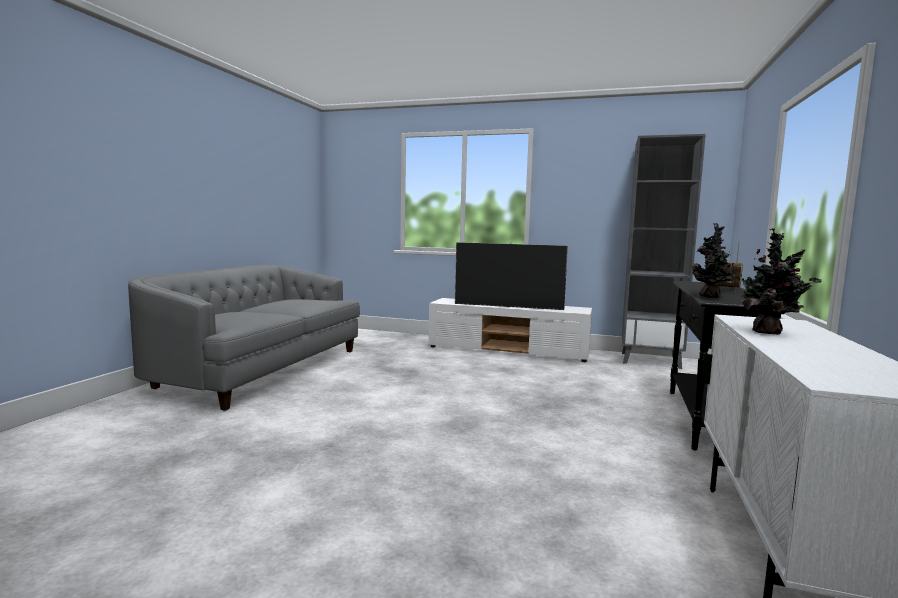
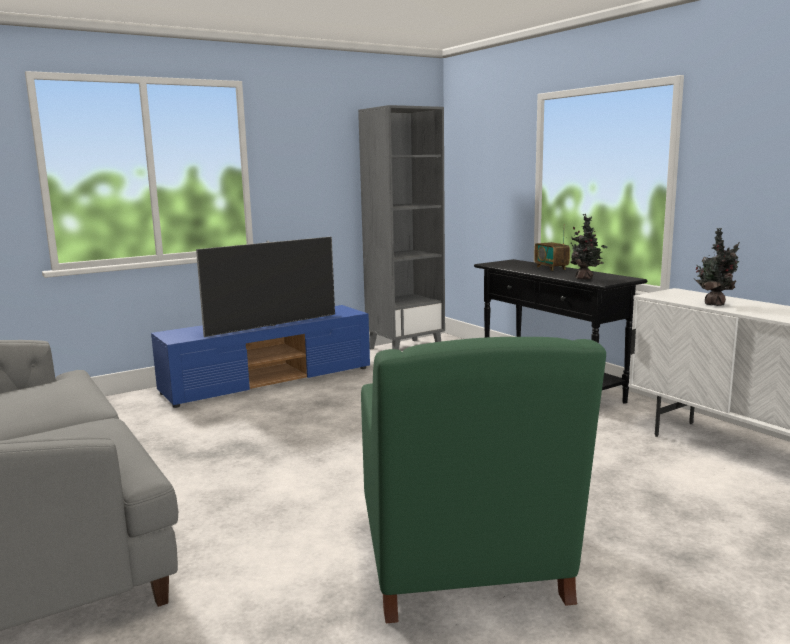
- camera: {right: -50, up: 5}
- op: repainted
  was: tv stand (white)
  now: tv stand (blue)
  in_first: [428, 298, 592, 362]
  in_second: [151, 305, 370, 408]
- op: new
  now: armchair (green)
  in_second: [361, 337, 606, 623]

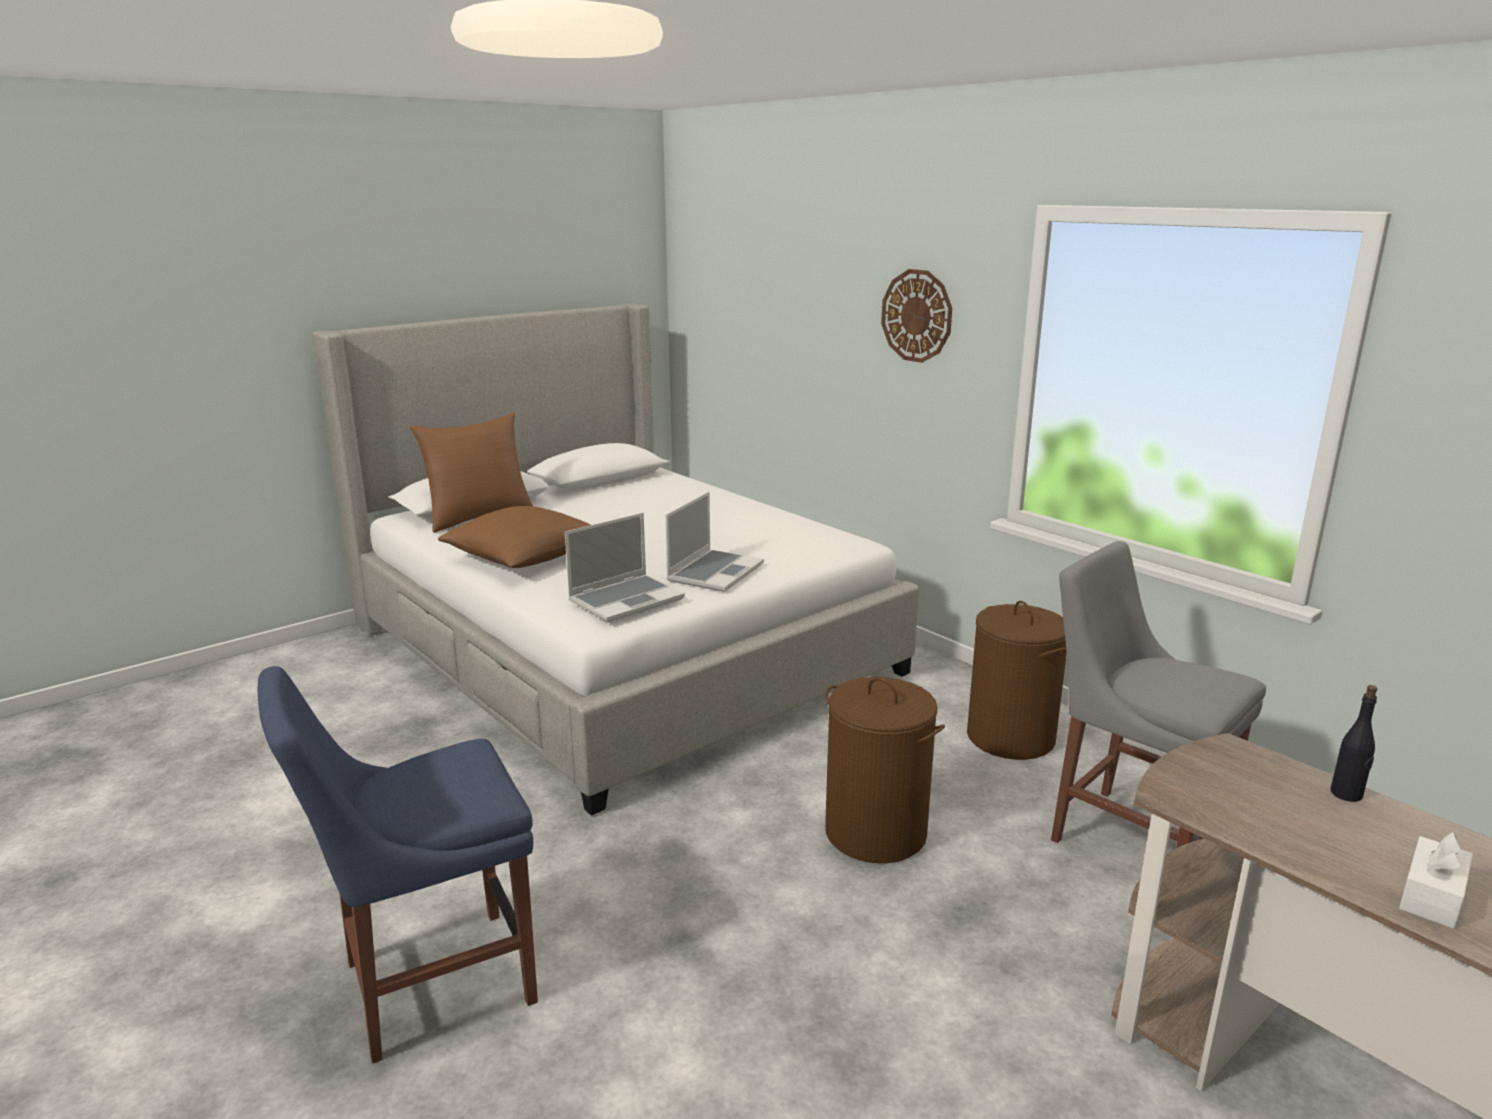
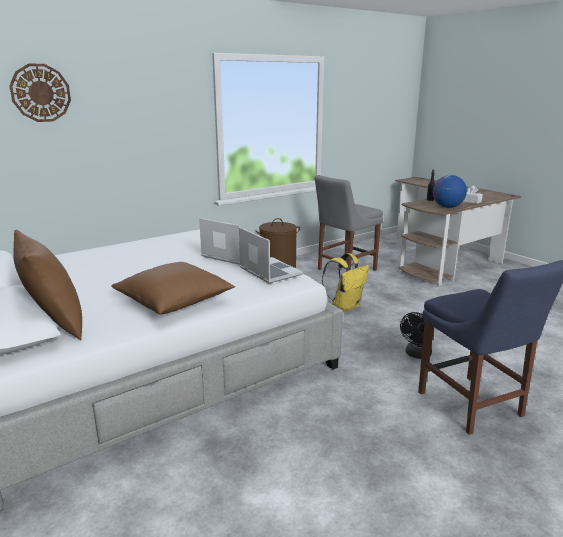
- camera: {right: -85, up: 0}
- op: swapped
  was: laundry basket (brown)
  now: backpack (yellow)
  in_first: [825, 677, 945, 863]
  in_second: [322, 253, 369, 312]
- op: shifted
  was: wall clock
  in_first: [881, 269, 952, 363]
  in_second: [9, 64, 71, 122]
- op: new
  now: fan (black)
  in_second: [400, 312, 434, 359]
- op: new
  now: globe
  in_second: [433, 175, 467, 208]

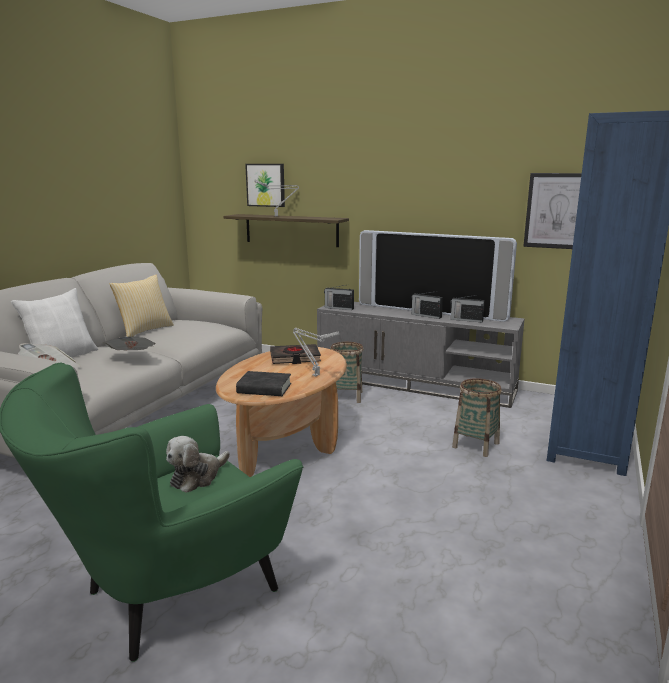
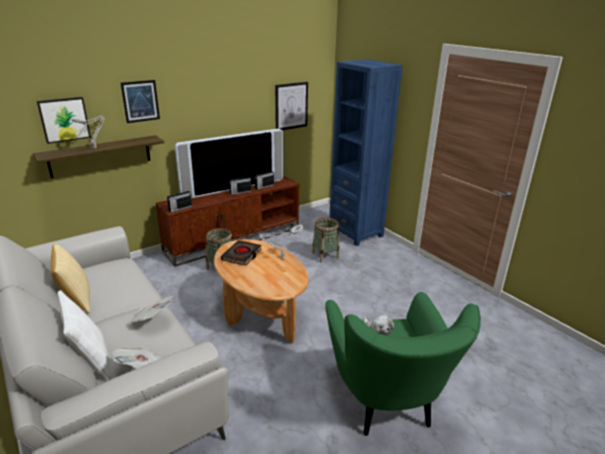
- camera: {right: -60, up: 10}
- op: gone
  was: book (black)
  in_first: [236, 371, 291, 396]
- op: repainted
  was: tv stand (grey)
  now: tv stand (brown)
  in_first: [317, 302, 524, 408]
  in_second: [155, 175, 299, 267]
- op: new
  now: picture
  in_second: [121, 80, 160, 123]

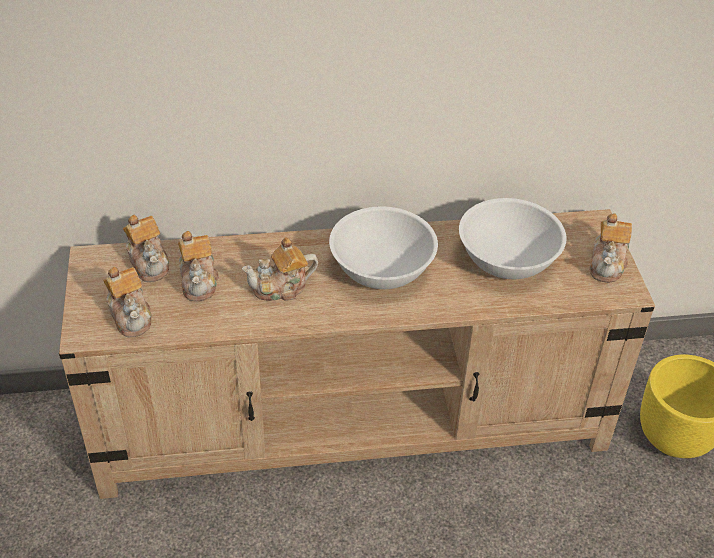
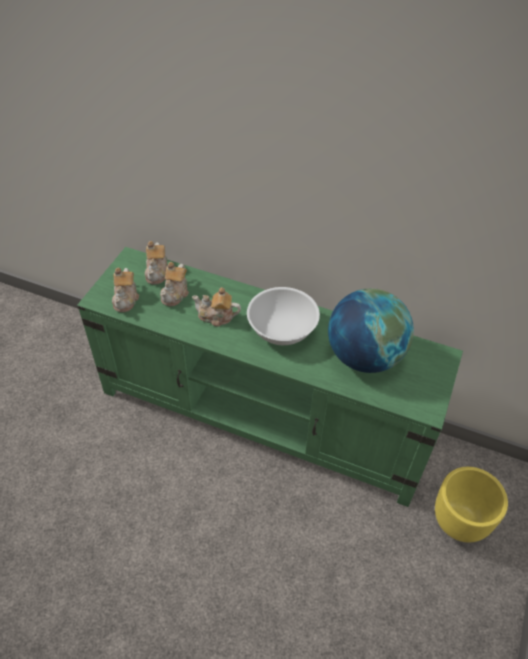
- camera: {right: 30, up: 5}
- op: repainted
  was: tv stand (beige)
  now: tv stand (green)
  in_first: [59, 209, 655, 499]
  in_second: [77, 247, 463, 507]
- op: swapped
  was: bowl (white)
  now: globe
  in_first: [459, 198, 567, 279]
  in_second: [328, 288, 414, 373]
- op: gone
  was: teapot
  in_first: [589, 213, 632, 283]

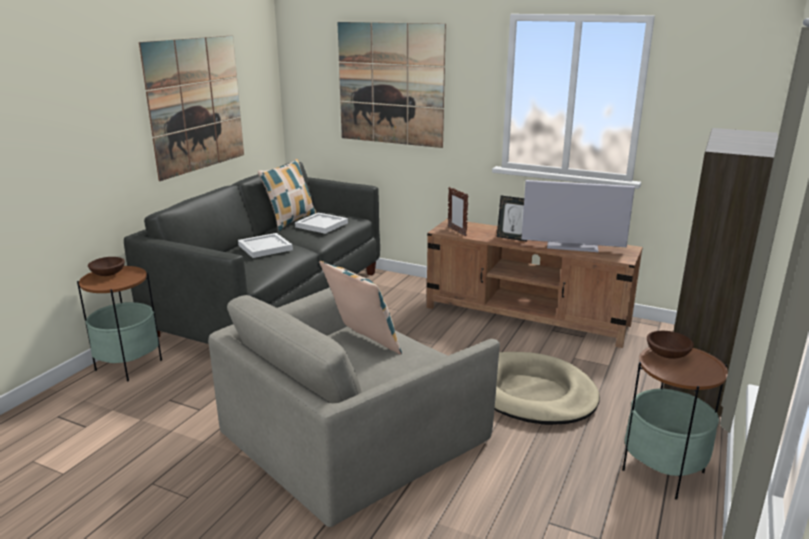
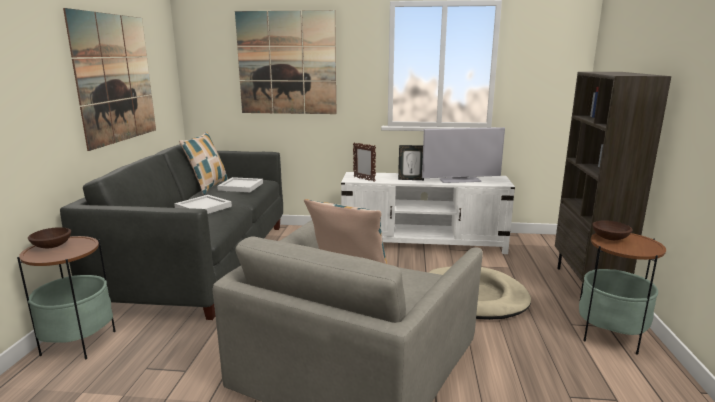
- camera: {right: -20, up: -5}
- op: repainted
  was: tv stand (brown)
  now: tv stand (white)
  in_first: [427, 219, 643, 348]
  in_second: [341, 172, 515, 254]

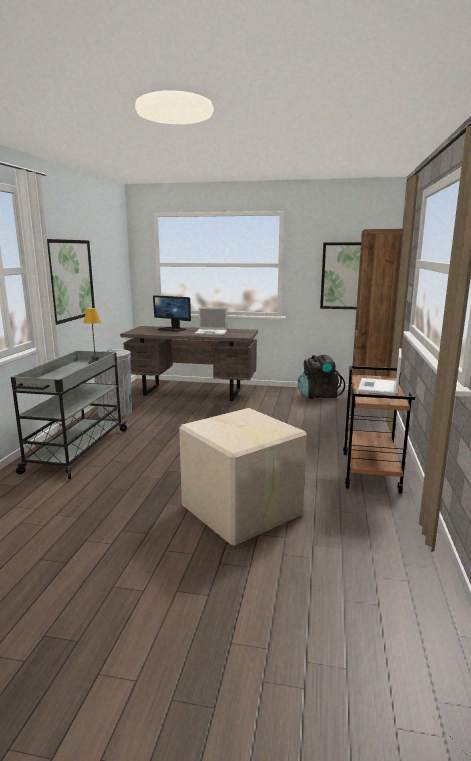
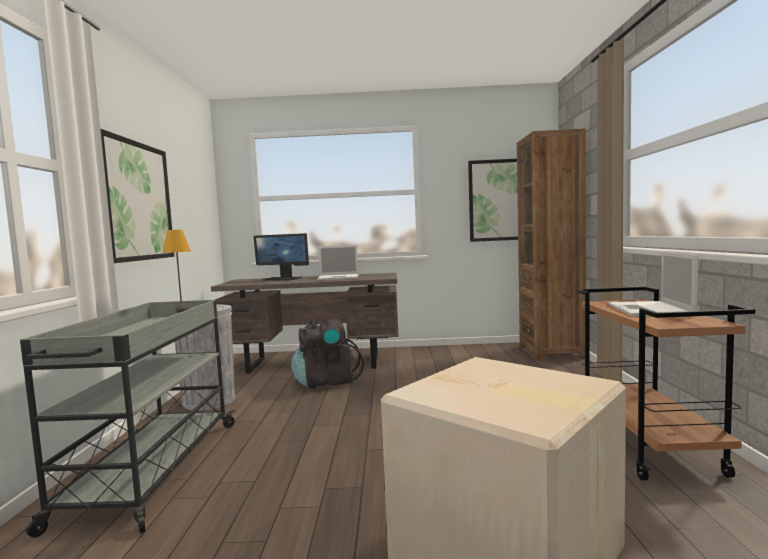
- camera: {right: -10, up: -10}
- op: shifted
  was: backpack (black)
  in_first: [298, 355, 345, 399]
  in_second: [291, 318, 364, 389]

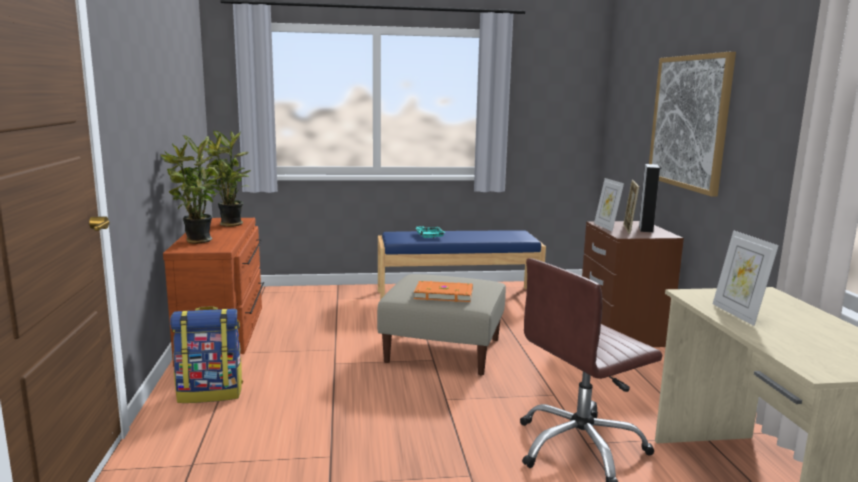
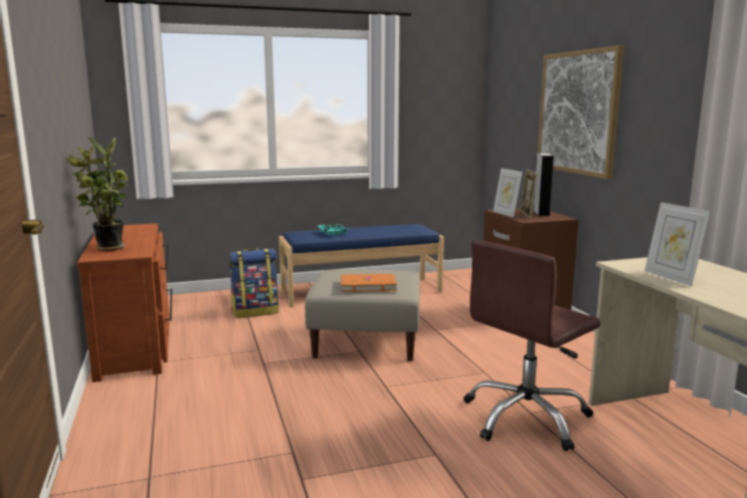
- camera: {right: -10, up: 0}
- op: shifted
  was: backpack
  in_first: [170, 306, 243, 403]
  in_second: [229, 248, 279, 318]
- op: gone
  was: potted plant
  in_first: [197, 130, 251, 227]

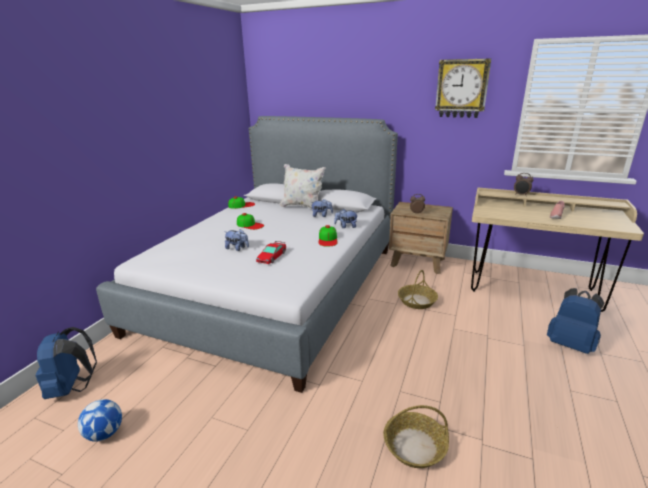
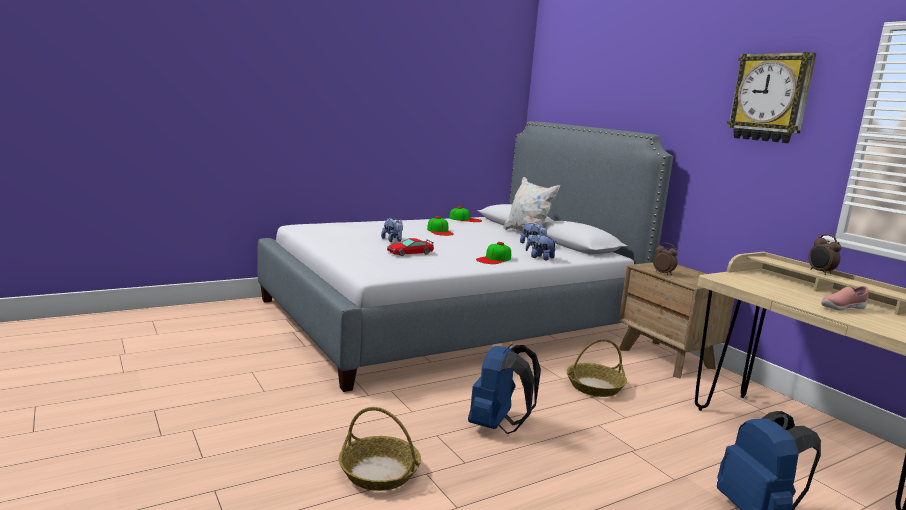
- camera: {right: 35, up: -10}
- op: shifted
  was: backpack (blue)
  in_first: [36, 327, 97, 399]
  in_second: [468, 343, 541, 434]
- op: gone
  was: football
  in_first: [78, 399, 122, 442]

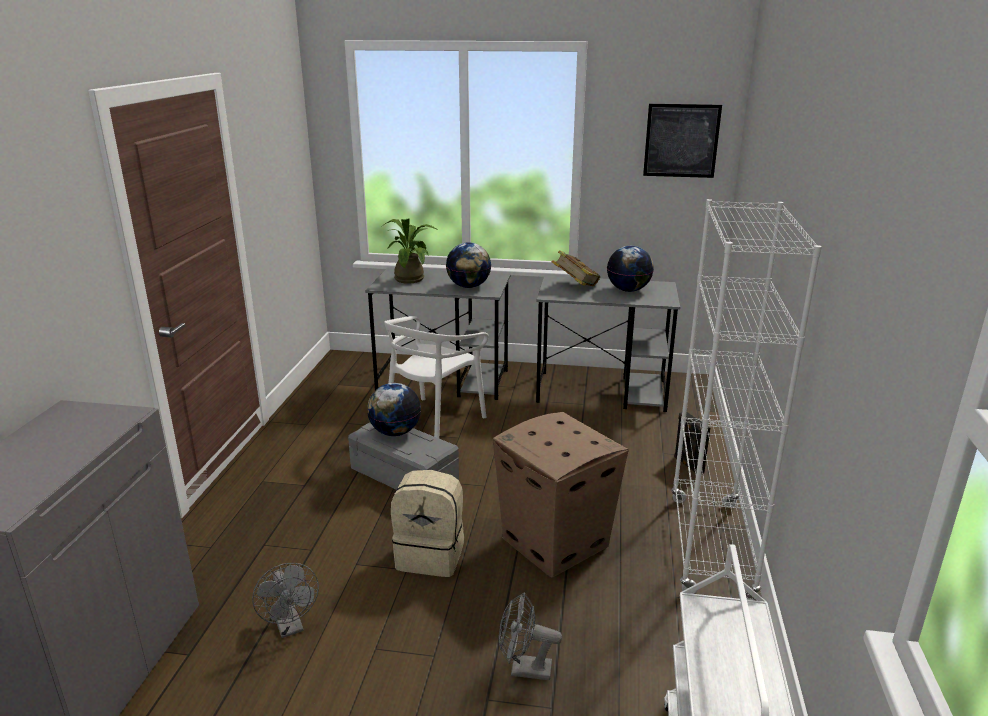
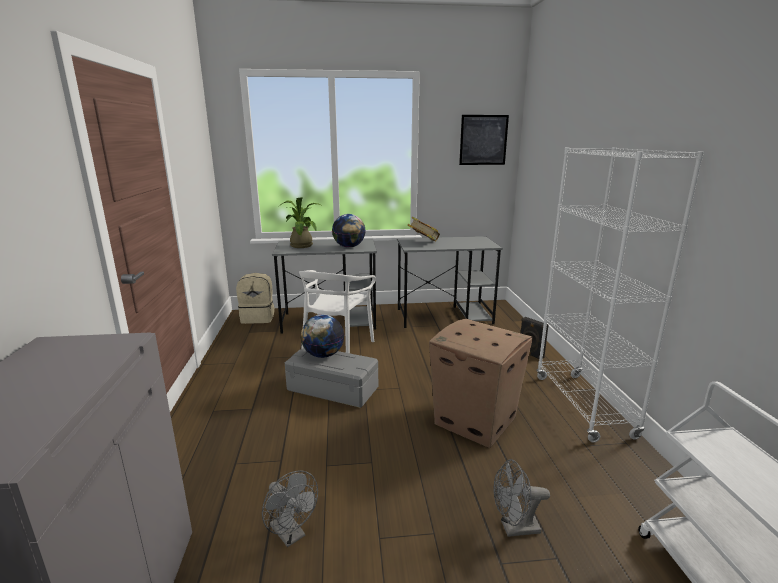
- camera: {right: -15, up: -5}
- op: shifted
  was: backpack (beige)
  in_first: [391, 470, 464, 577]
  in_second: [236, 273, 275, 324]
- op: gone
  was: globe
  in_first: [607, 246, 654, 292]

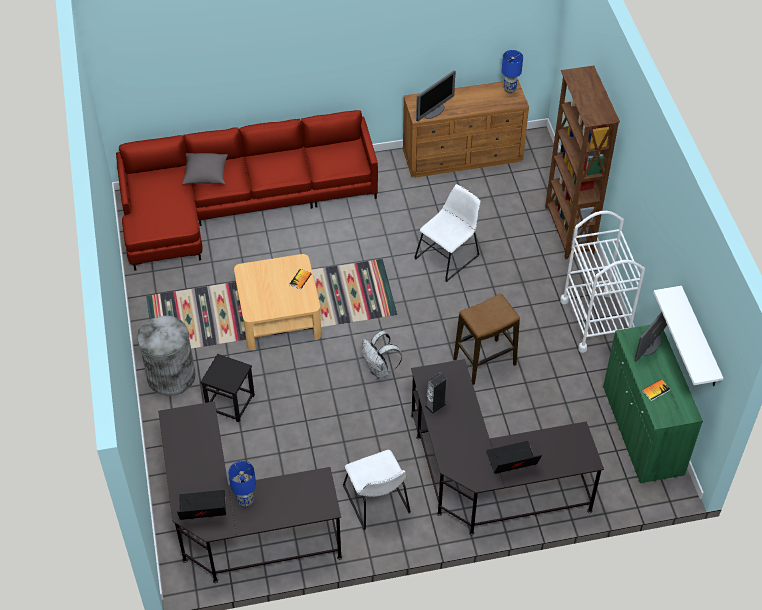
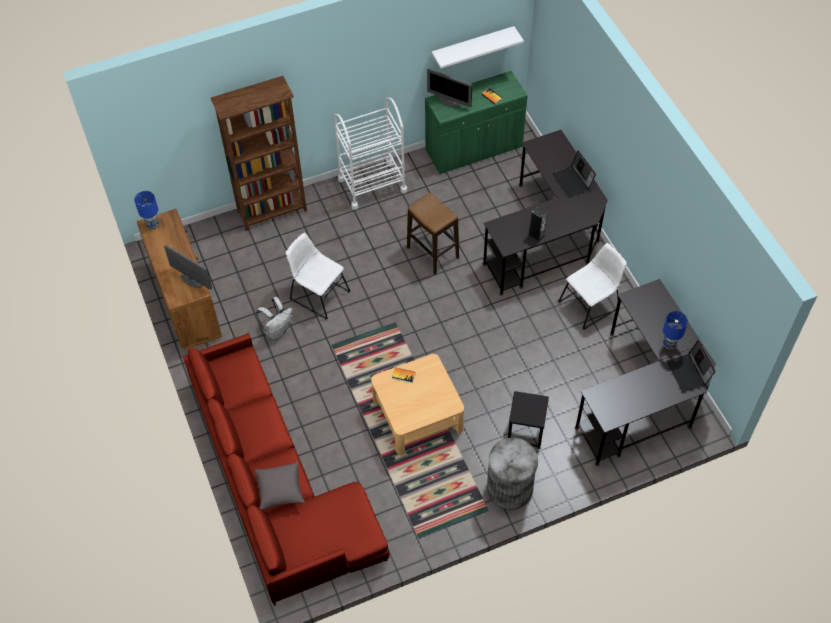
- camera: {right: -100, up: 5}
- op: shifted
  was: backpack (white)
  in_first: [362, 331, 402, 379]
  in_second: [256, 297, 293, 340]

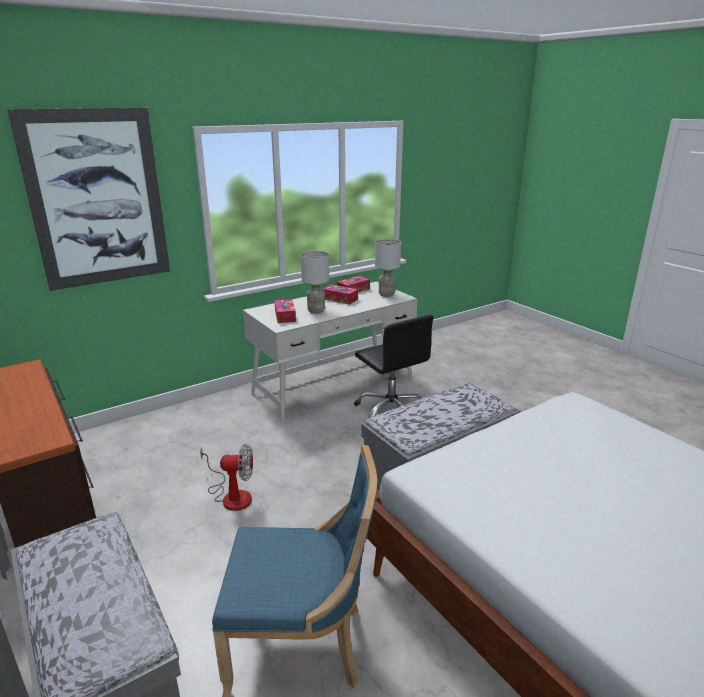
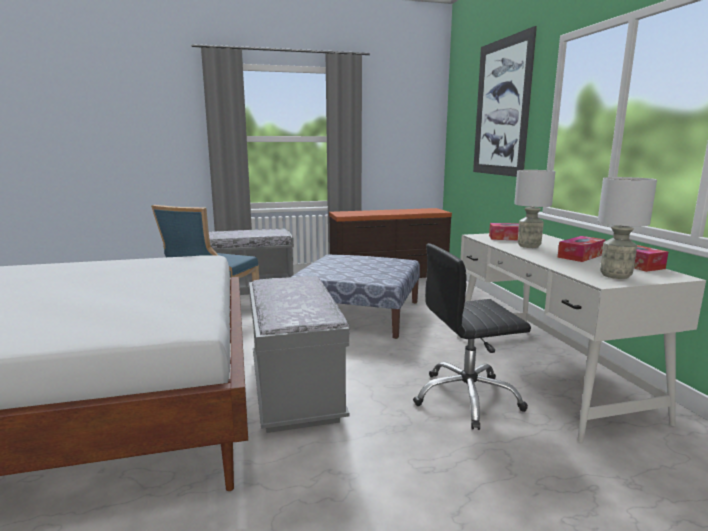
- camera: {right: 110, up: -10}
- op: swapped
  was: fan
  now: ottoman
  in_first: [200, 444, 253, 511]
  in_second: [291, 254, 420, 339]

